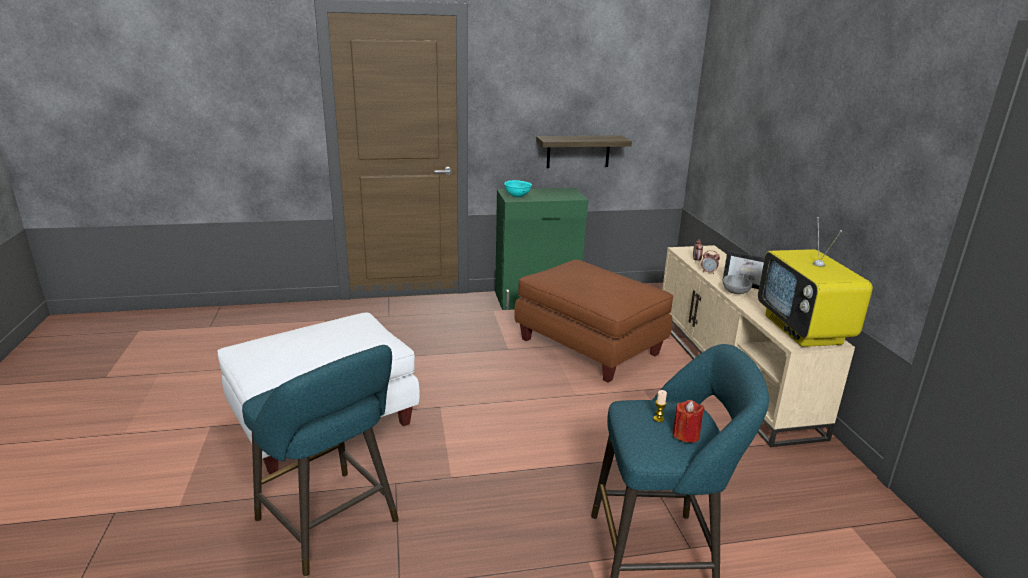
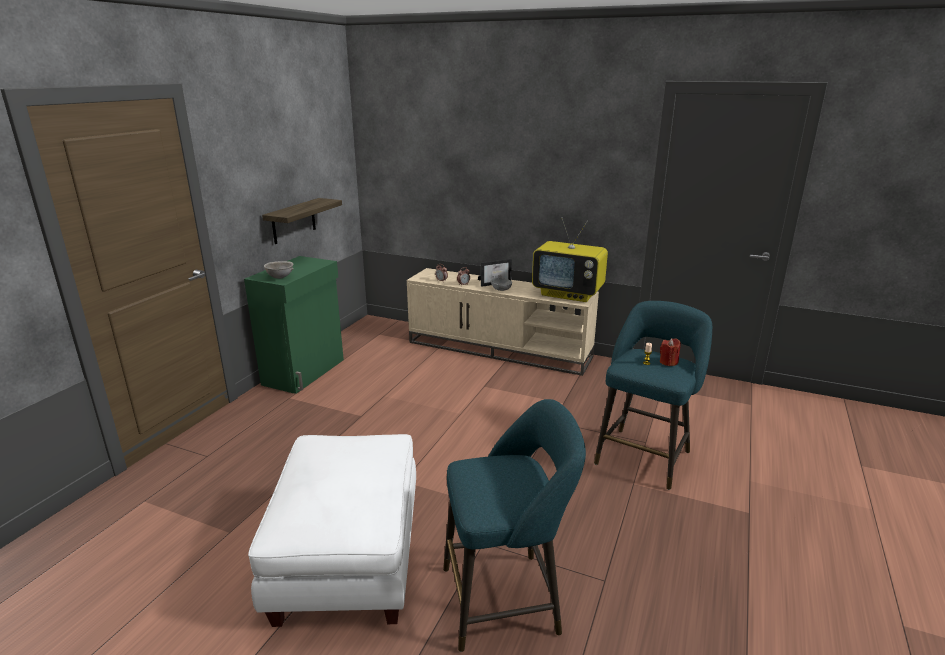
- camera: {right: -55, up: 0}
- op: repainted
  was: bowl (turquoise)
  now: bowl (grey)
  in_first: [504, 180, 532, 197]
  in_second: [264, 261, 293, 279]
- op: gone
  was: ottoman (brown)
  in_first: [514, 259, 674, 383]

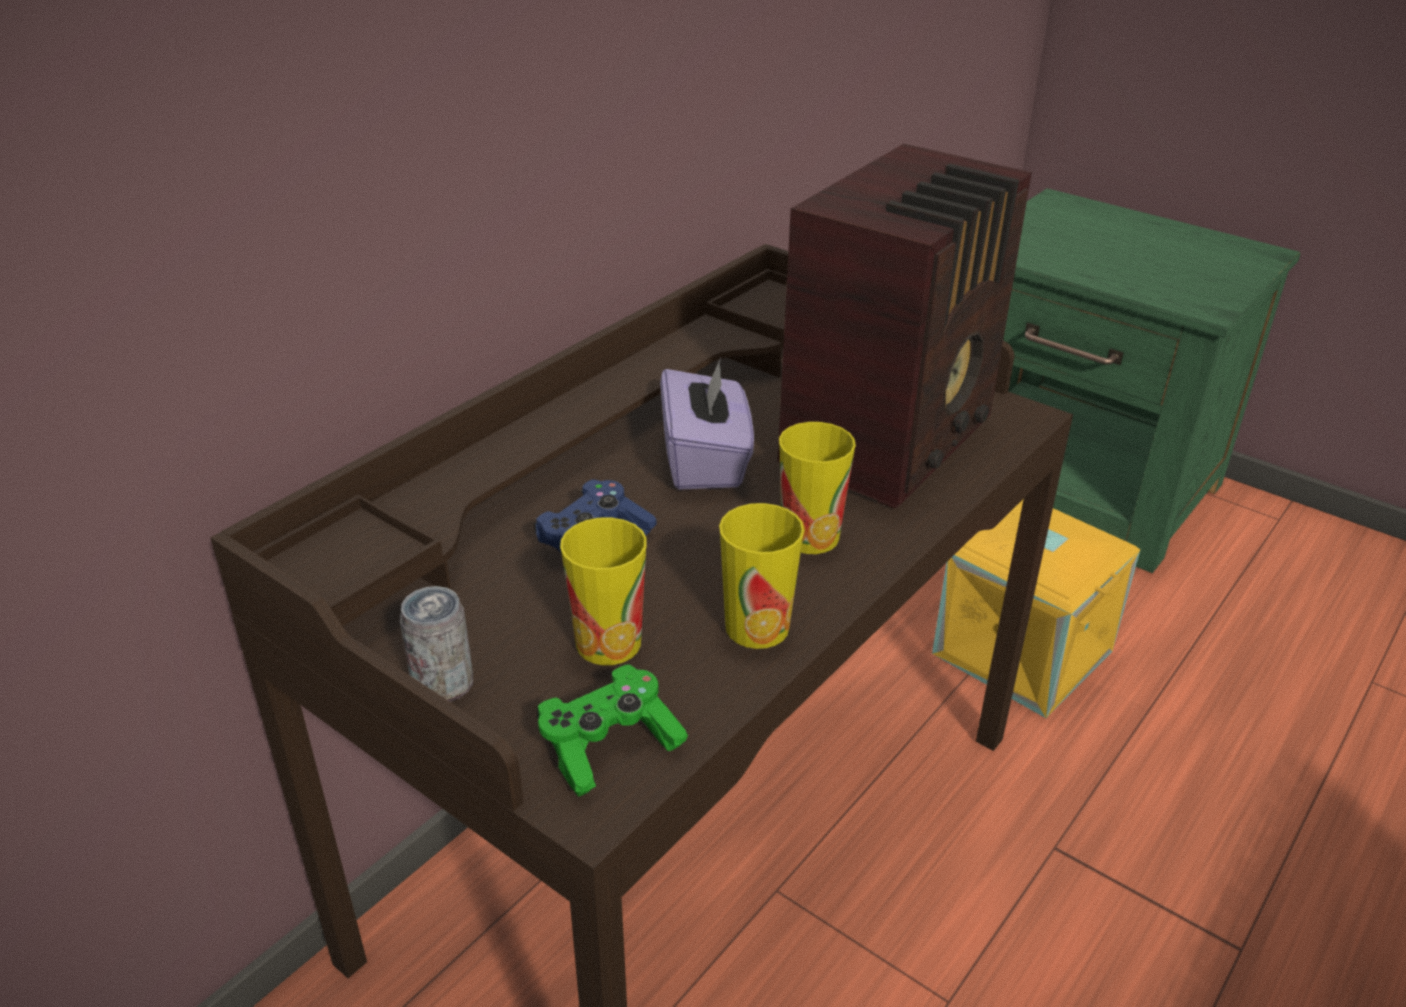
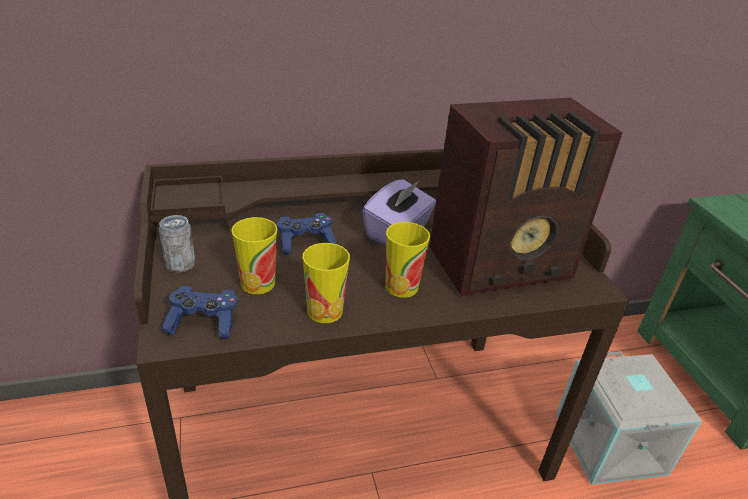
- camera: {right: 35, up: 0}
- op: repainted
  was: game controller (green)
  now: game controller (blue)
  in_first: [537, 665, 688, 797]
  in_second: [162, 286, 238, 339]
- op: repainted
  was: storage box (yellow)
  now: storage box (grey)
  in_first: [932, 499, 1140, 718]
  in_second: [556, 351, 702, 485]

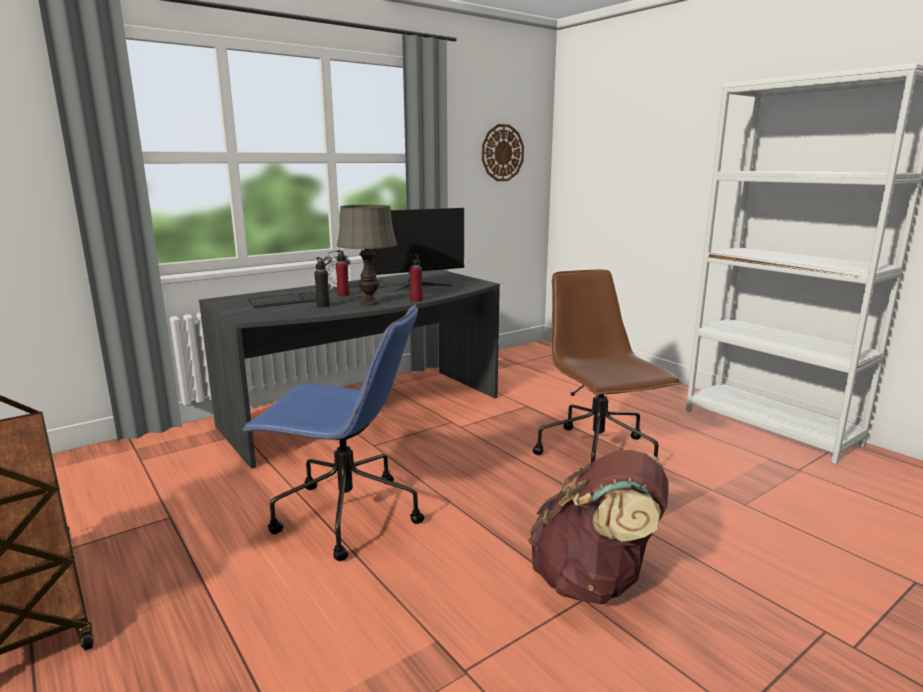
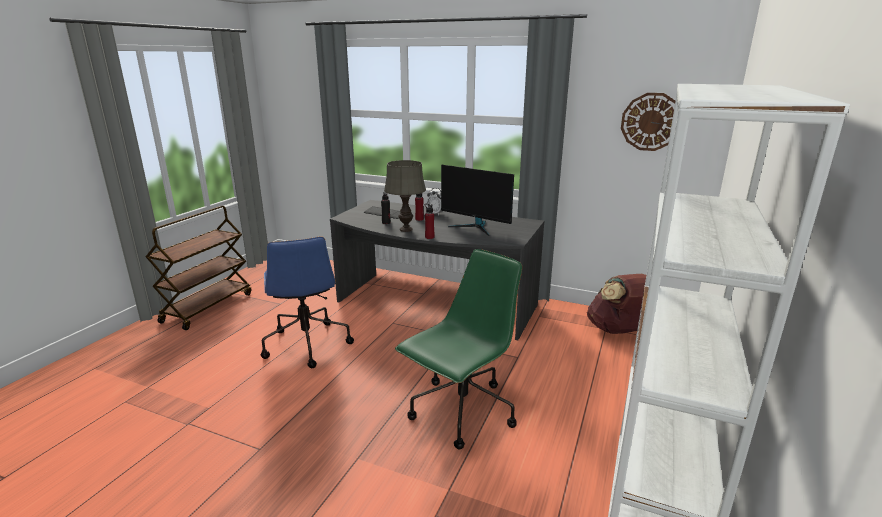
- camera: {right: 60, up: 5}
- op: shifted
  was: backpack (brown)
  in_first: [528, 450, 668, 604]
  in_second: [587, 274, 646, 334]
- op: repainted
  was: office chair (brown)
  now: office chair (green)
  in_first: [533, 270, 681, 463]
  in_second: [395, 249, 522, 449]

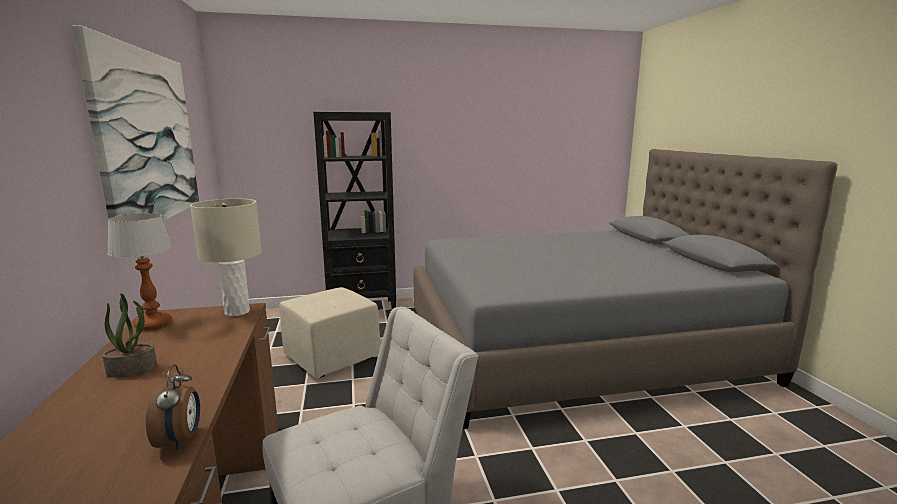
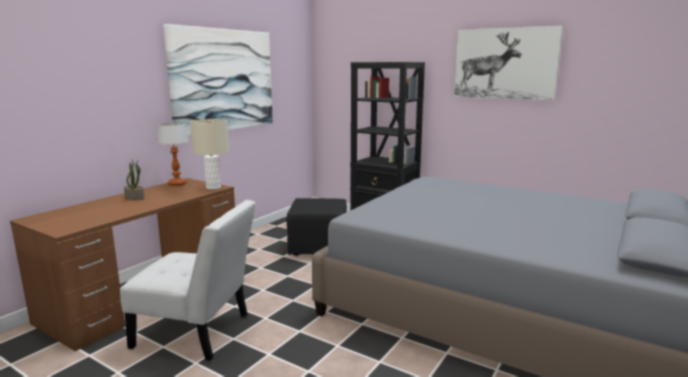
- camera: {right: 45, up: 0}
- op: gone
  was: alarm clock
  in_first: [146, 364, 200, 450]
- op: repainted
  was: ottoman (beige)
  now: ottoman (black)
  in_first: [280, 287, 380, 379]
  in_second: [286, 198, 347, 256]
- op: new
  now: picture
  in_second: [454, 26, 563, 100]

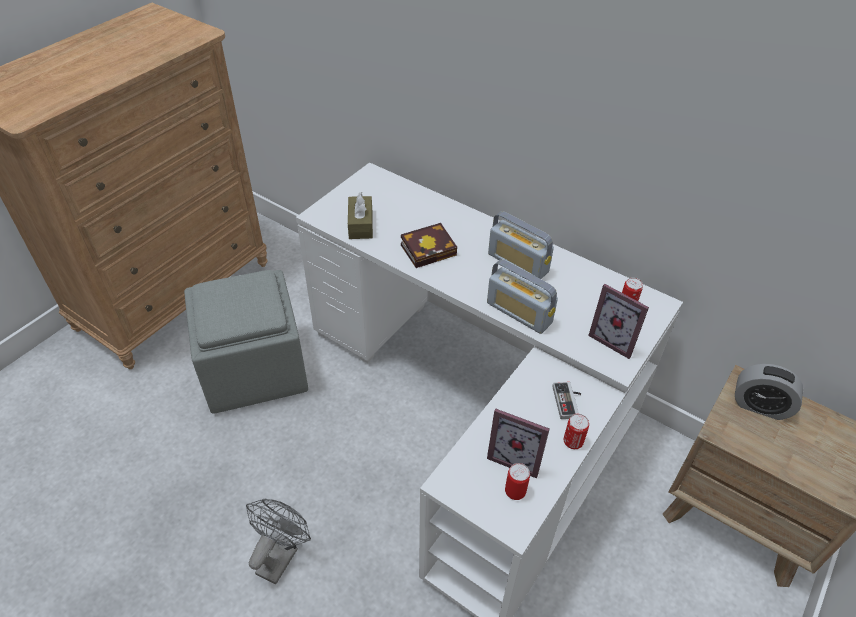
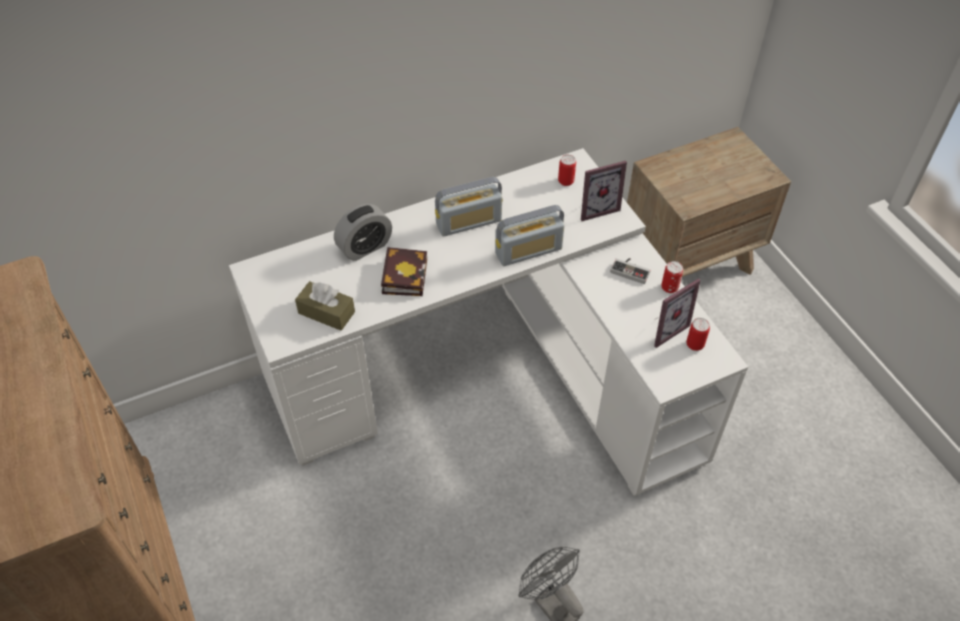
- camera: {right: -60, up: 5}
- op: gone
  was: ottoman (grey)
  in_first: [184, 270, 308, 414]
- op: shifted
  was: alarm clock
  in_first: [735, 364, 803, 420]
  in_second: [334, 204, 392, 261]

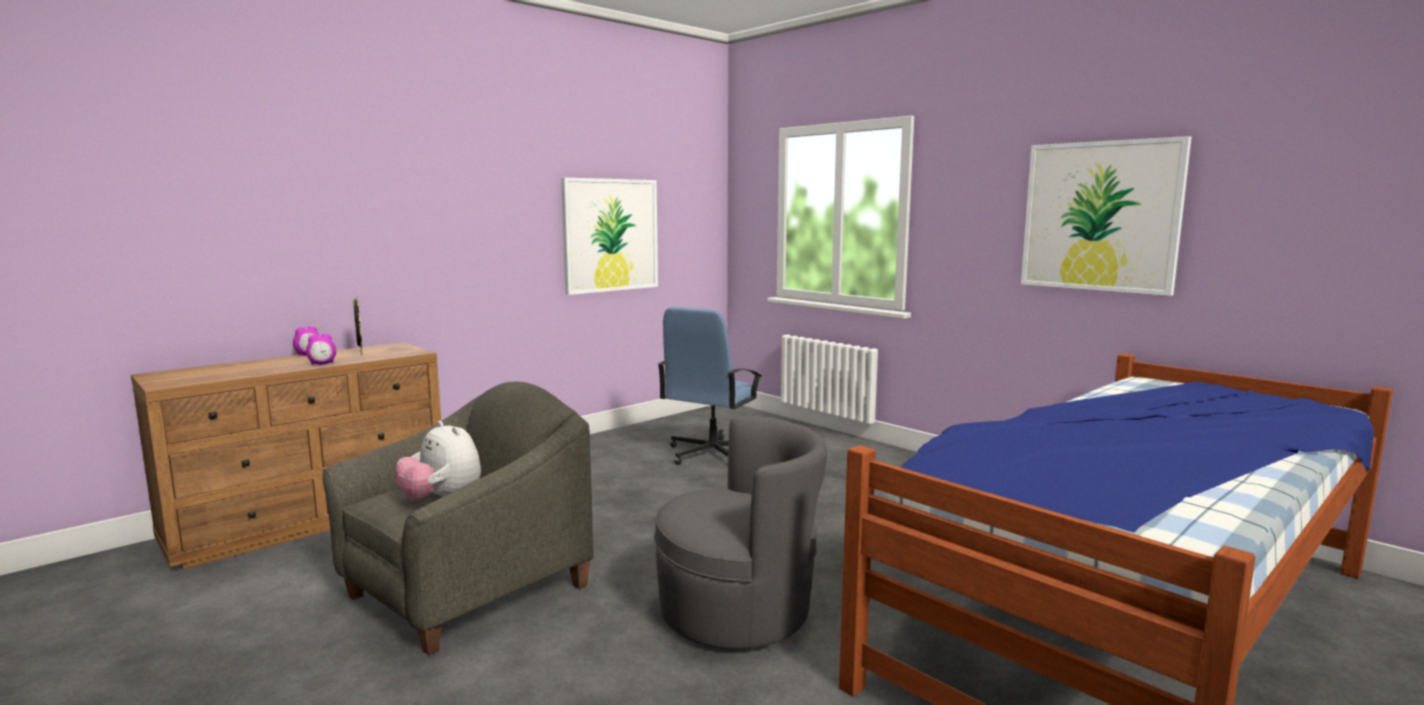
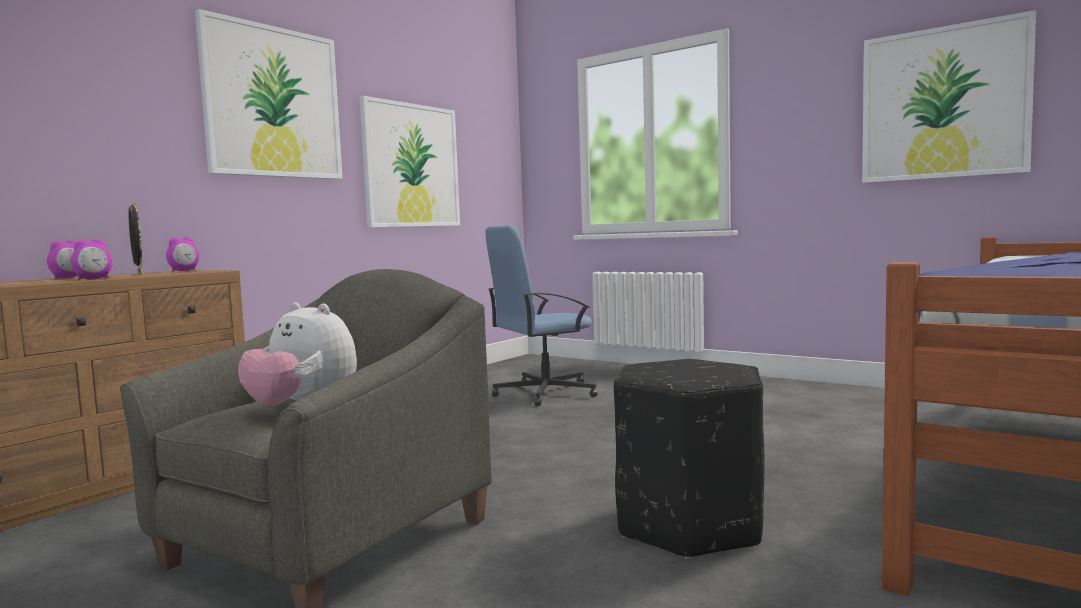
- camera: {right: -10, up: -5}
- op: swapped
  was: armchair (grey)
  now: ottoman (black)
  in_first: [654, 416, 827, 649]
  in_second: [614, 359, 764, 559]
- op: rotated
  was: office chair (blue)
  in_first: [657, 307, 762, 465]
  in_second: [486, 225, 598, 406]
  clockwise: 45
- op: new
  now: alarm clock
  in_second: [166, 237, 199, 271]
- op: new
  now: picture
  in_second: [195, 9, 343, 179]

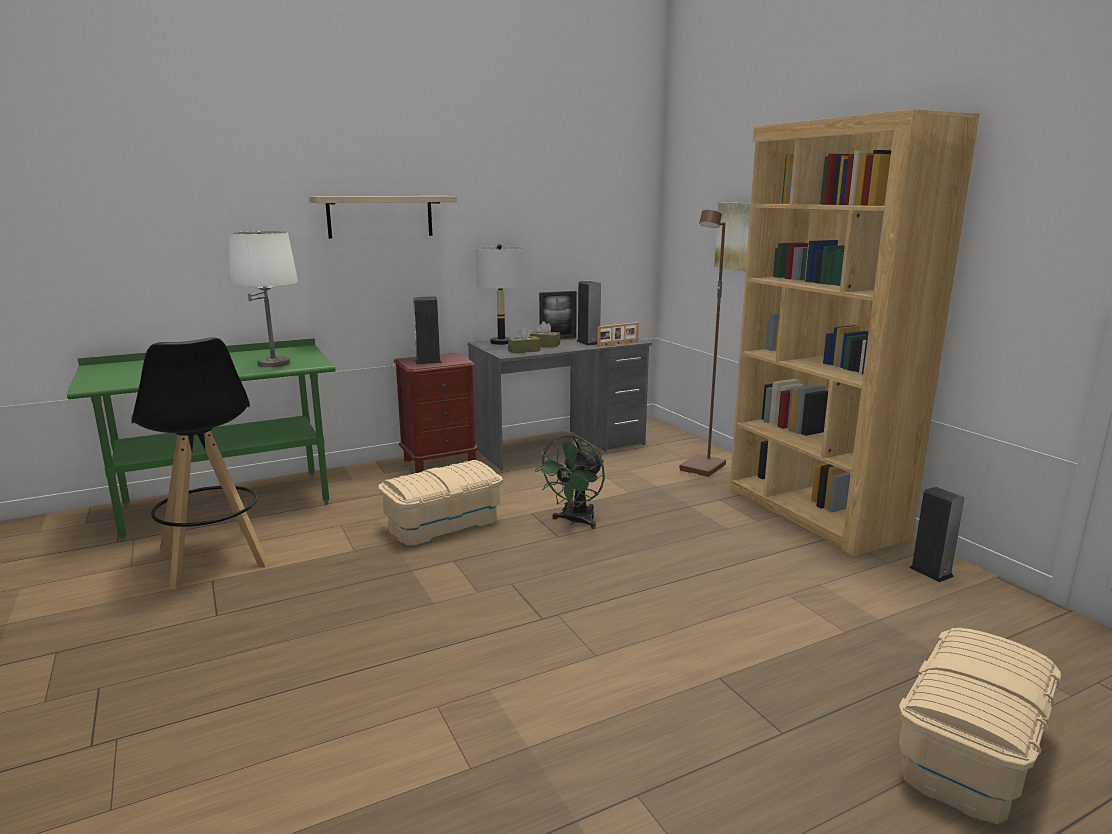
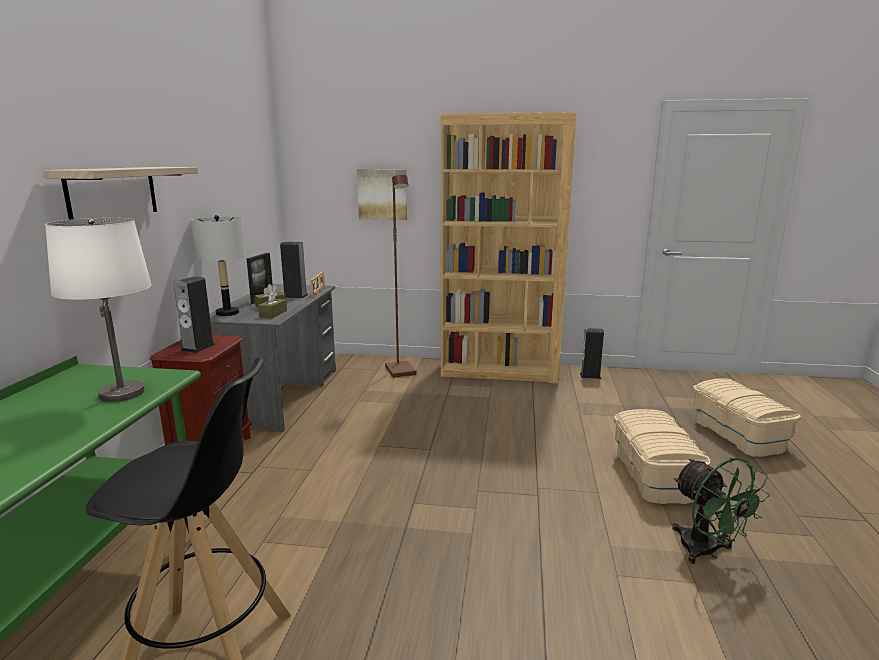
- camera: {right: -55, up: 0}
- op: shifted
  was: storage box (beige)
  in_first: [379, 460, 503, 546]
  in_second: [614, 409, 711, 504]
- op: shifted
  was: fan (green)
  in_first: [535, 435, 605, 529]
  in_second: [672, 458, 770, 564]

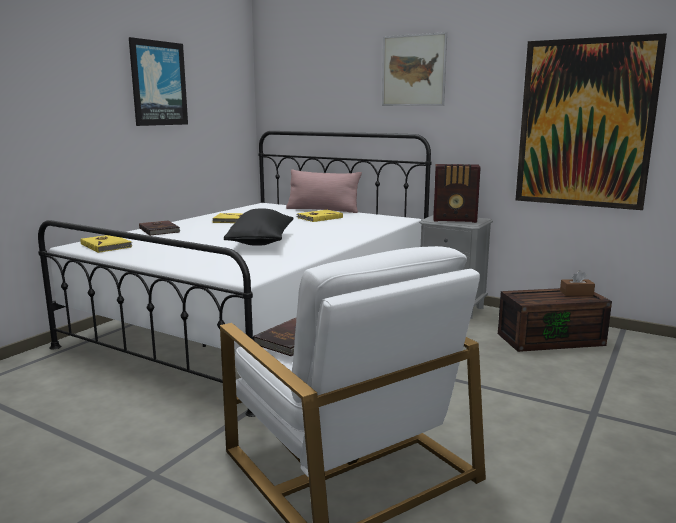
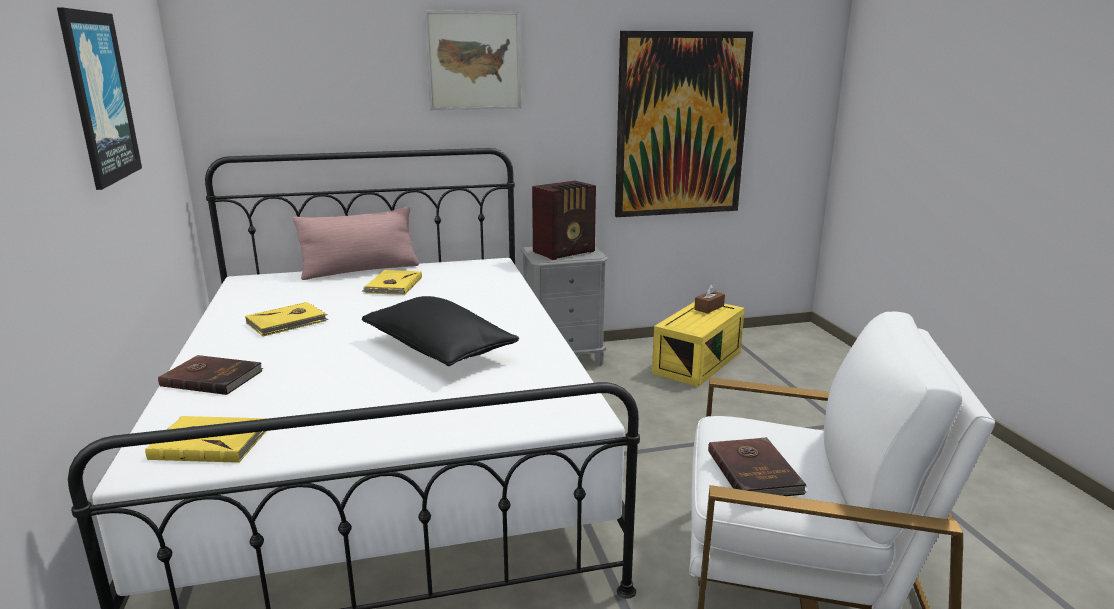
- camera: {right: -45, up: 5}
- op: repainted
  was: storage box (brown)
  now: storage box (yellow)
  in_first: [498, 288, 612, 352]
  in_second: [652, 302, 745, 387]

